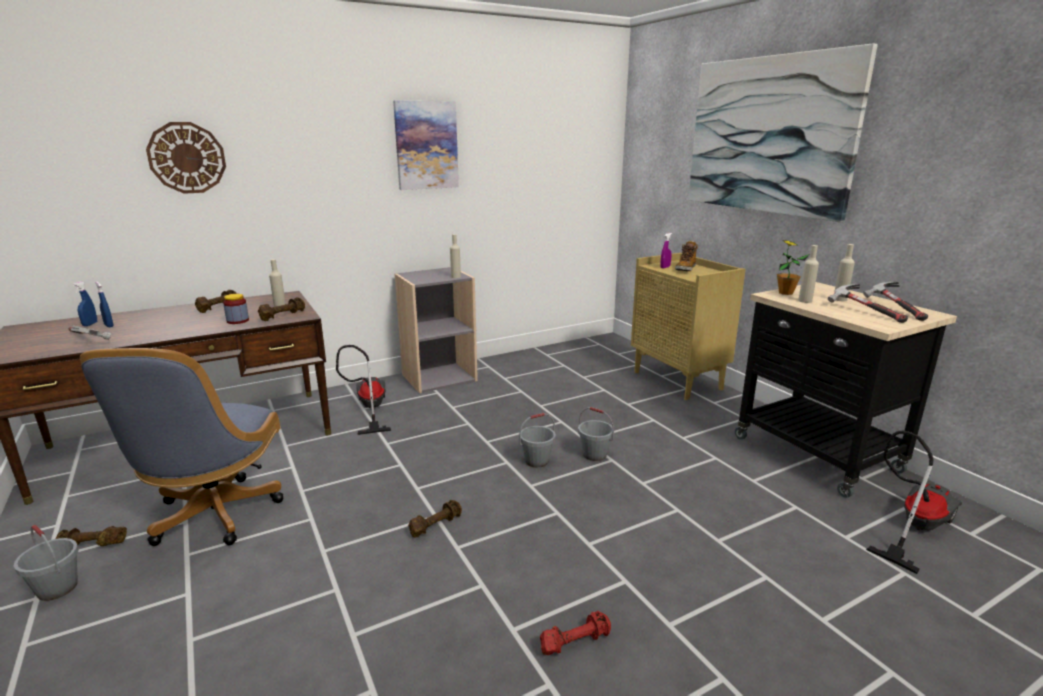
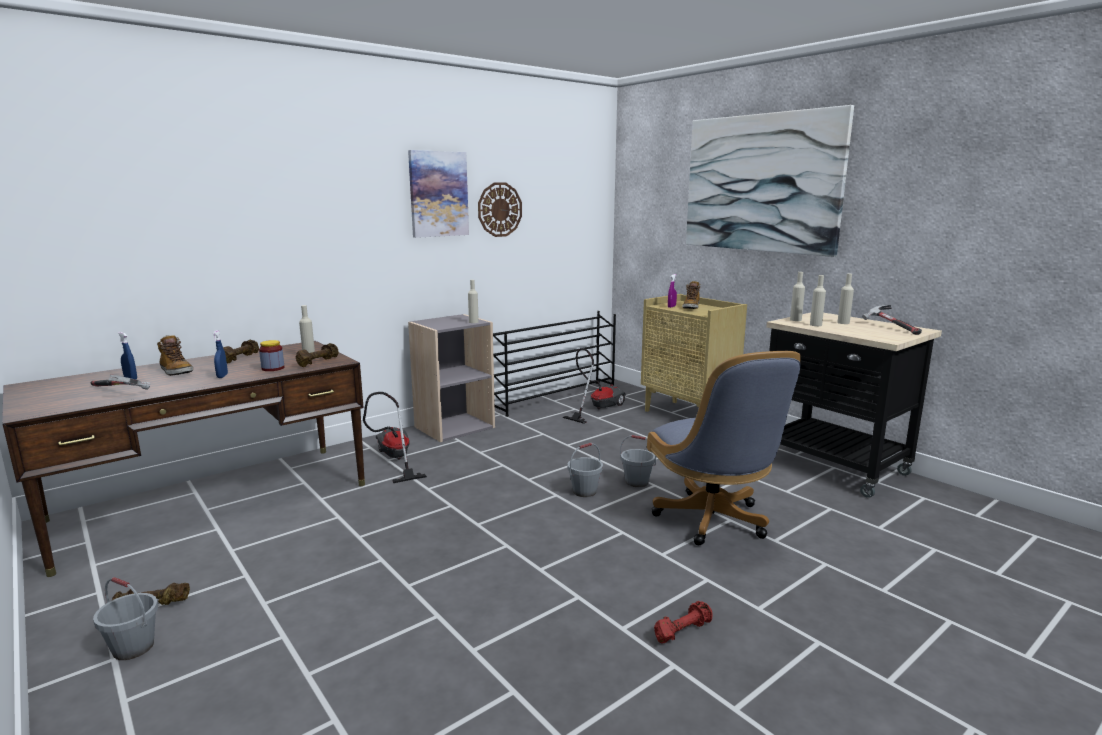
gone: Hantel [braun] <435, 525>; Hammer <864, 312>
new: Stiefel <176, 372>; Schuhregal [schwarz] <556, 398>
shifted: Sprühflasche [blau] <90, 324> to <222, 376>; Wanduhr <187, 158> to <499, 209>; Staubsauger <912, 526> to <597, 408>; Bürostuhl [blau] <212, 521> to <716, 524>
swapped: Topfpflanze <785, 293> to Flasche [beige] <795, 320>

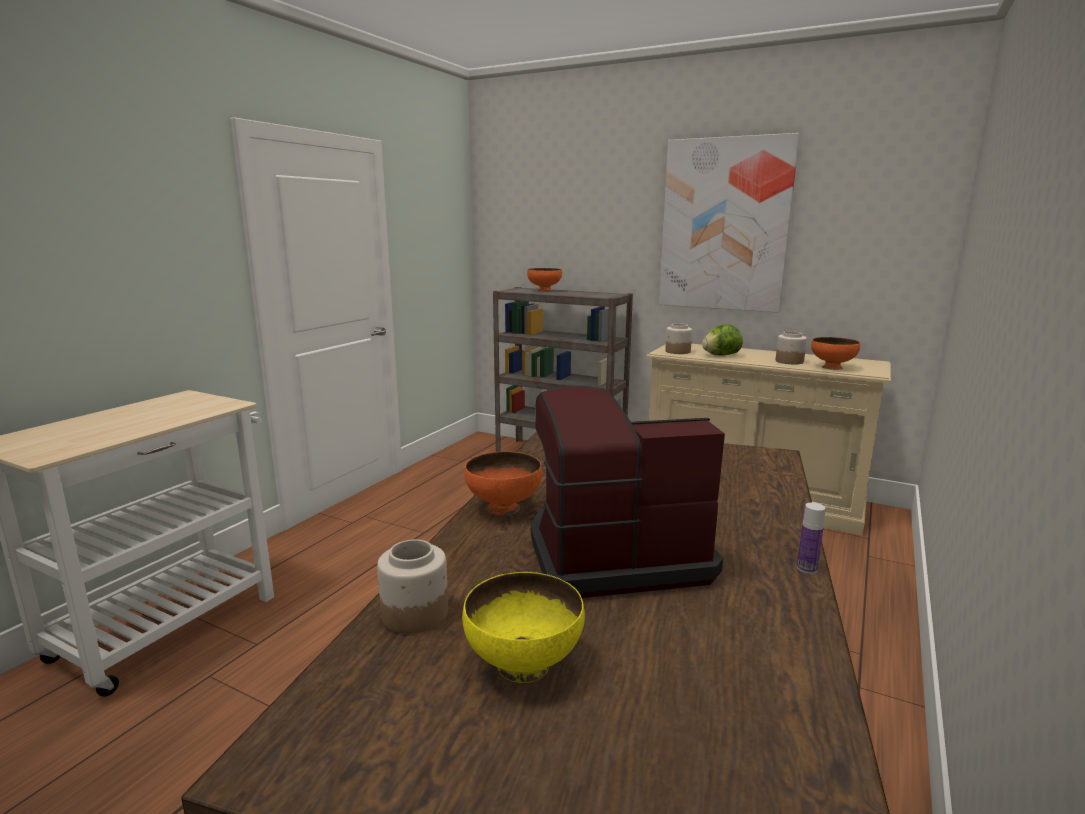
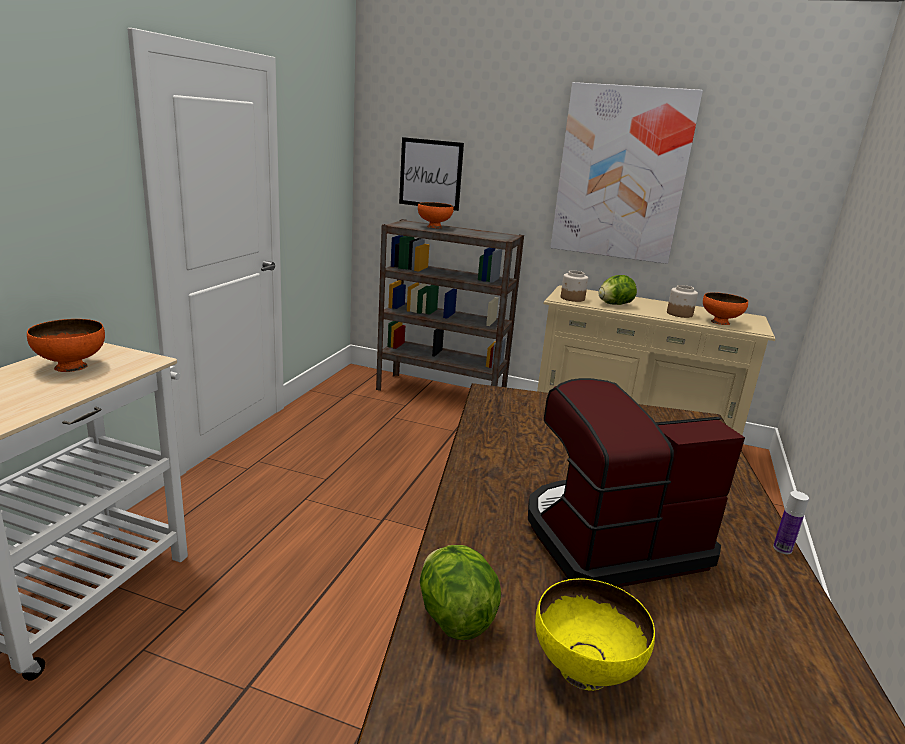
new: Bild <430, 174>
shifted: Schüssel [orange] <504, 508> to <72, 367>
swapped: Vorratsglas <414, 614> to Salatkopf <454, 617>

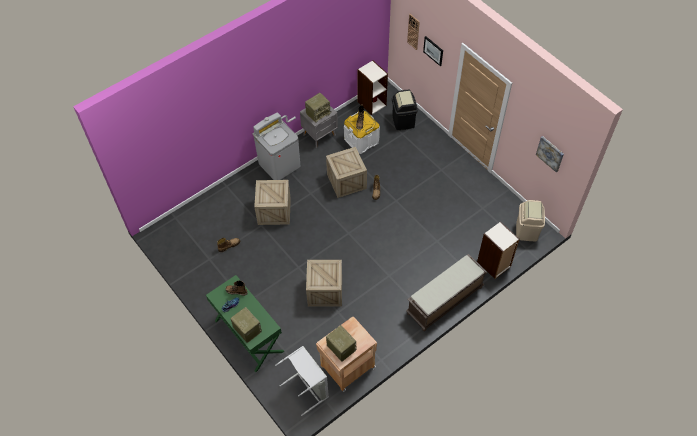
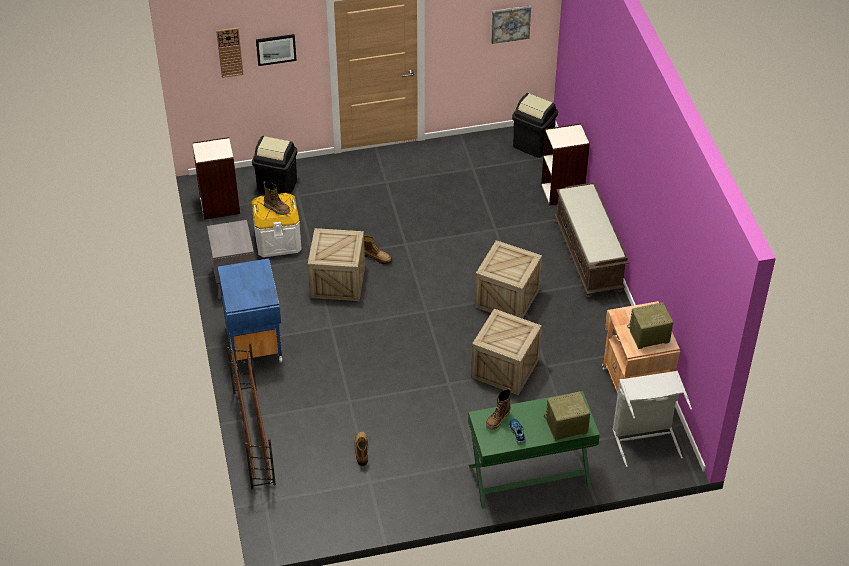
gone: Radio <318, 113>
new: Schuhregal [braun] <254, 437>
shifted: Kiste <274, 211> to <507, 298>
swapped: Waschmaschine [grau] <280, 164> to Rollwagen [blau] <254, 343>
repainted: Mülleimer [beige] <527, 231> to Mülleimer [schwarz] <533, 144>

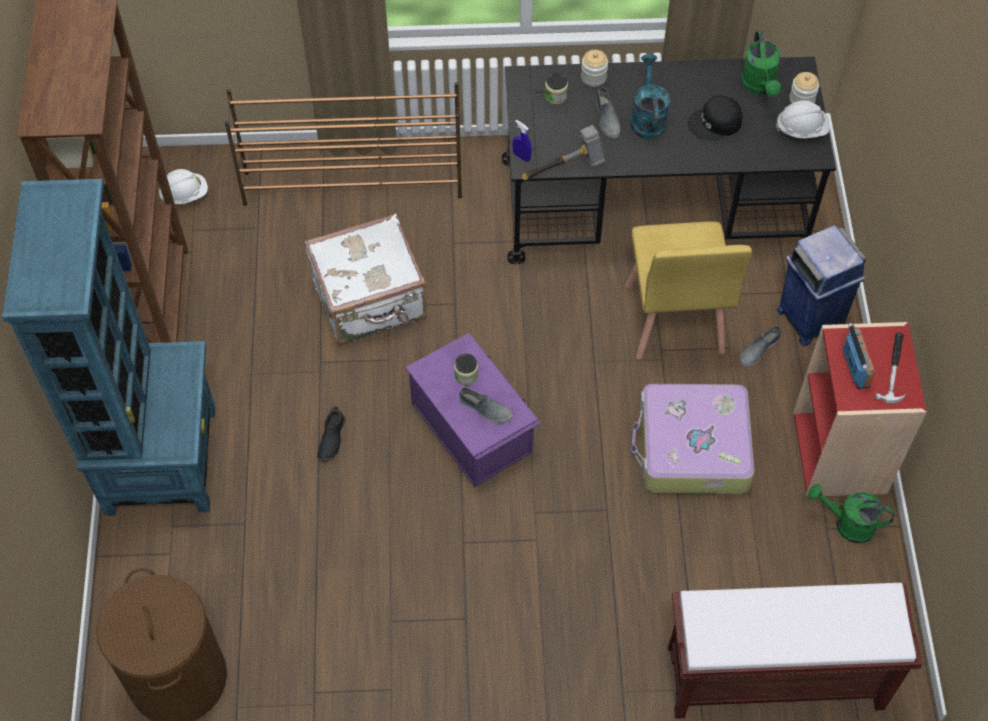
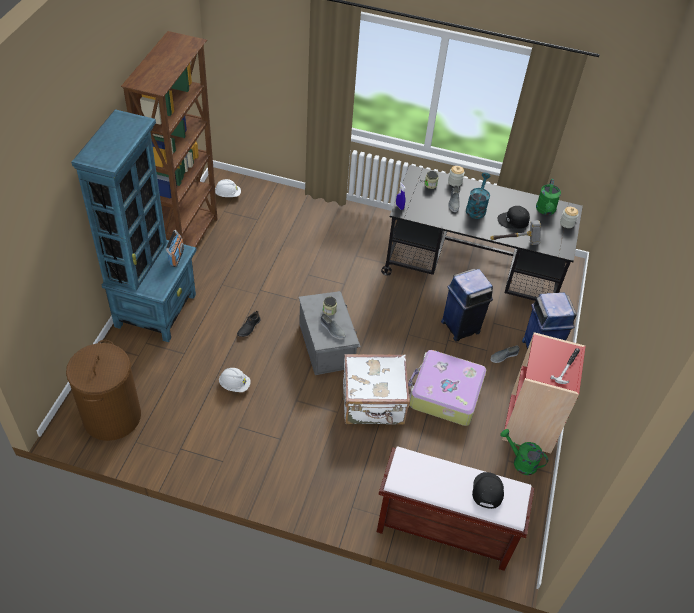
gone: Schuhregal [braun] <353, 185>
new: Kappe [schwarz] <487, 490>
shifted: Radio <855, 367> to <176, 257>; Schutzhelm [weiß] <801, 129> to <234, 385>; Koffer [weiß] <370, 301> to <373, 404>; Hammer <564, 170> to <515, 242>
swapped: Stuhl [gelb] <673, 319> to Mülleimer [blau] <461, 327>
repainted: Aufbewahrungsbox [lila] <472, 426> to Aufbewahrungsbox [grau] <327, 345>

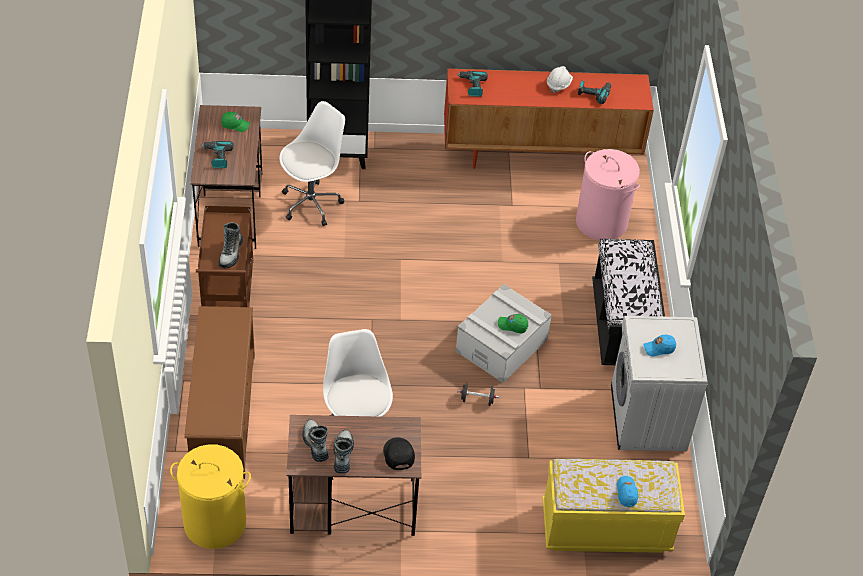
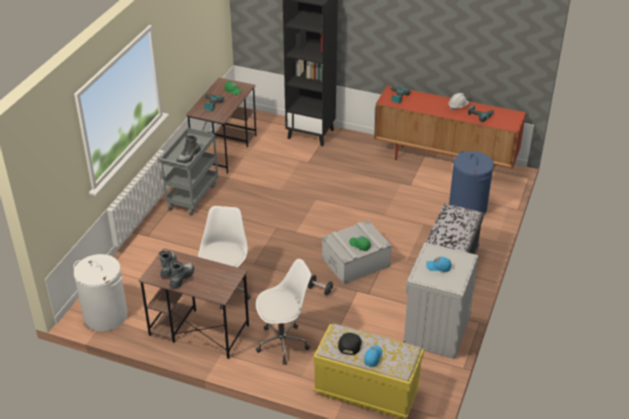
gone: Schuhregal [braun] <223, 414>
shifted: Bürostuhl [weiß] <312, 203> to <283, 343>; Kappe [schwarz] <398, 454> to <349, 344>
repainted: Wäschekorb [gelb] <215, 522> to Wäschekorb [weiß] <106, 316>; Rollwagen [braun] <228, 302> to Rollwagen [grau] <192, 198>; Wäschekorb [rosa] <601, 222> to Wäschekorb [blau] <468, 207>

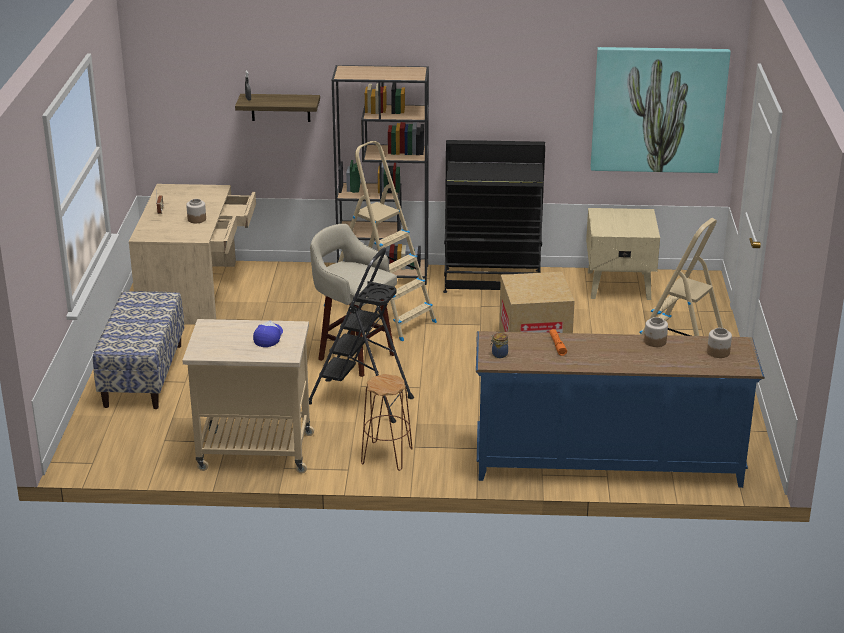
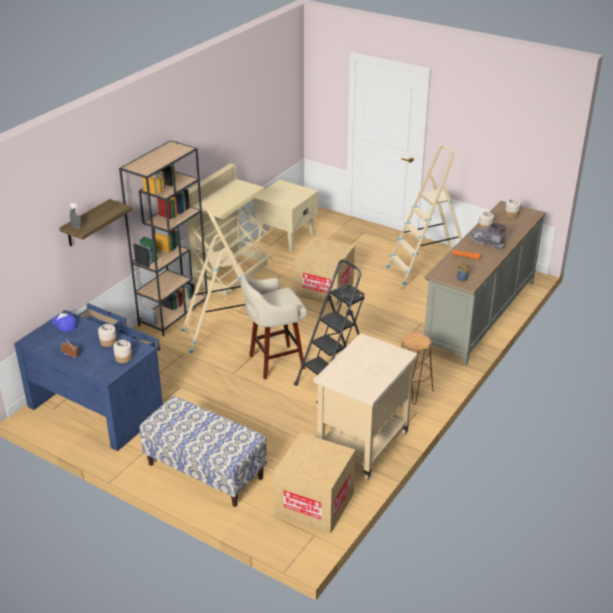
gone: Bild <658, 109>
new: Vorratsglas <123, 358>; Karton <315, 503>; Stiefel [grau] <487, 242>
shifted: Kappe <268, 337> to <64, 324>
repainted: Schreibtisch [beige] <196, 291> to Schreibtisch [blau] <99, 405>; Schuhregal [schwarz] <492, 282> to Schuhregal [beige] <233, 277>; Schrank [blau] <607, 462> to Schrank [grau] <479, 314>

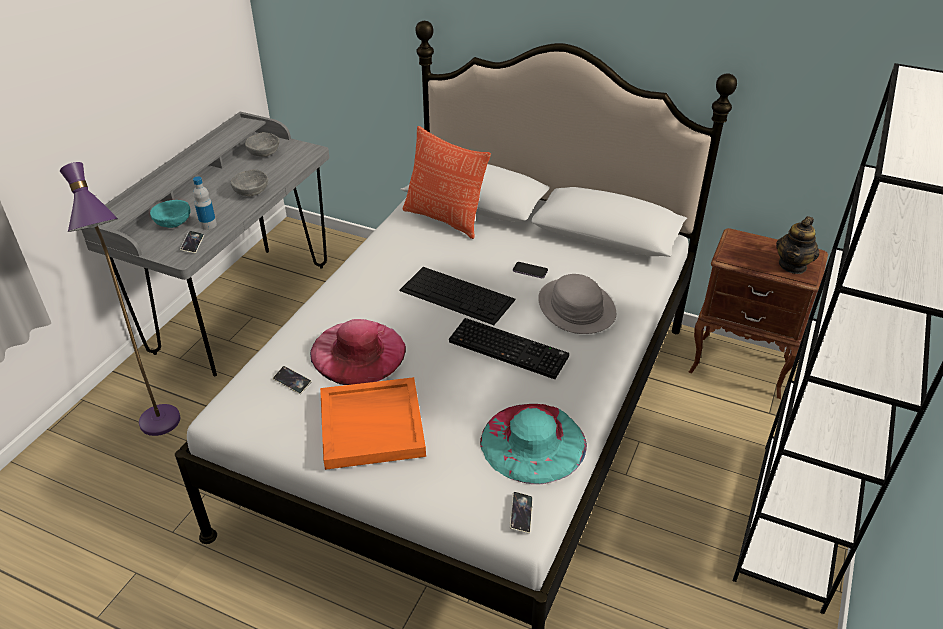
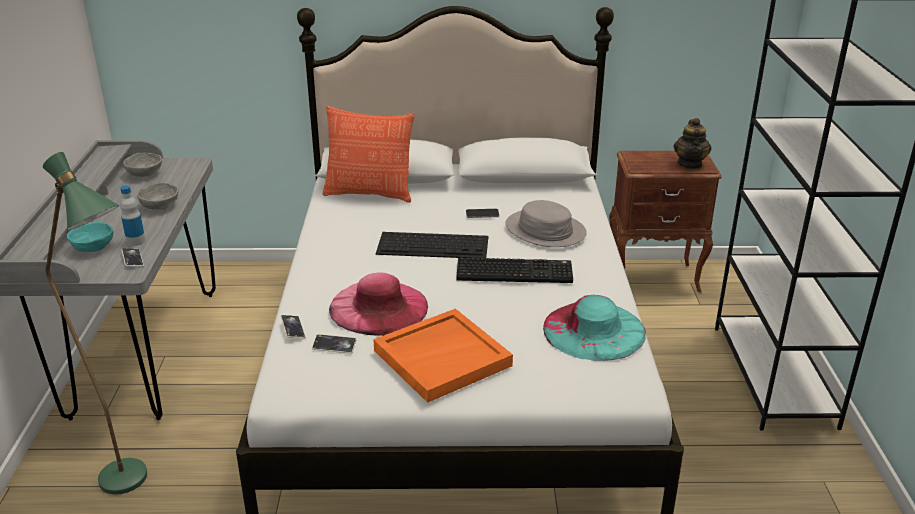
shifted: Handy <521, 514> to <293, 329>
repainted: Stehlampe [lila] <164, 431> to Stehlampe [grün] <135, 484>

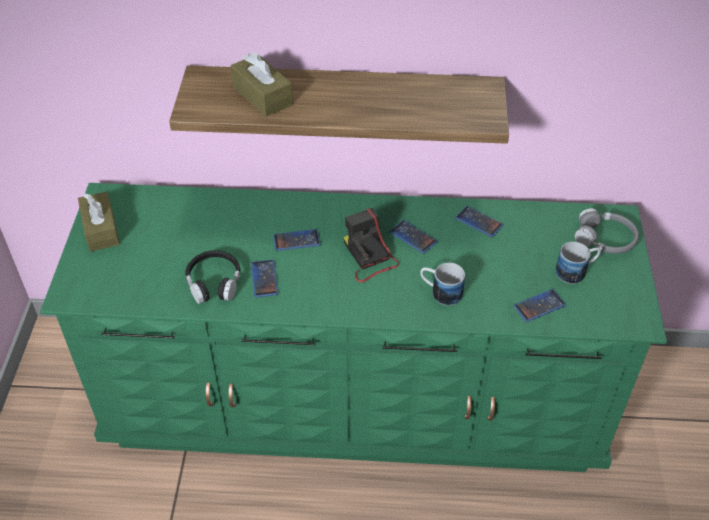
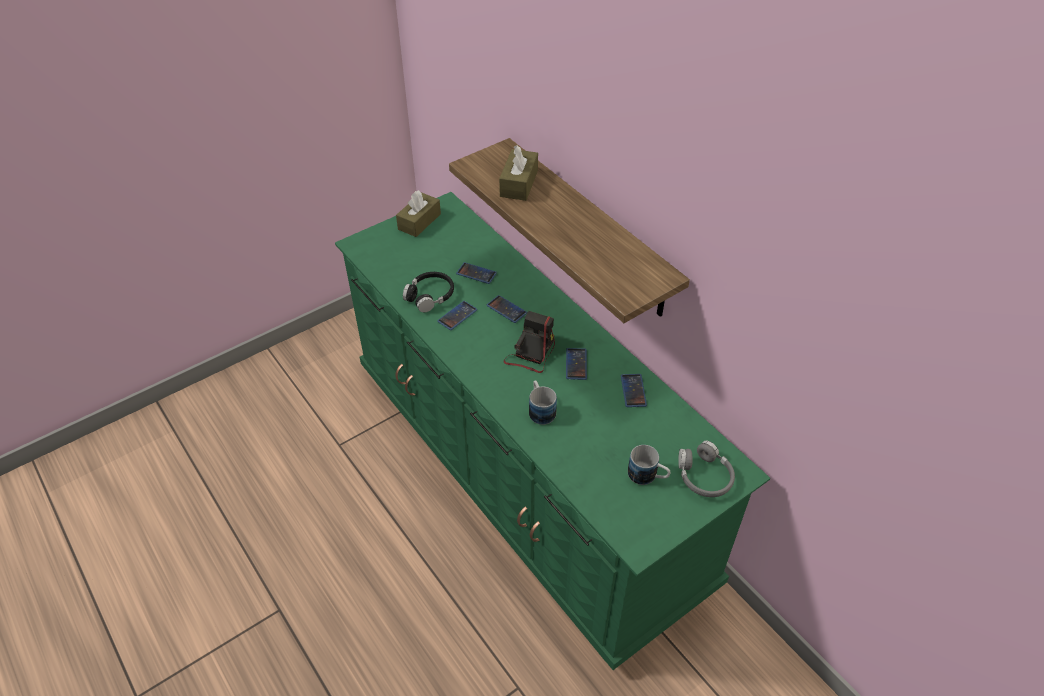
shifted: Handy <539, 306> to <476, 273>

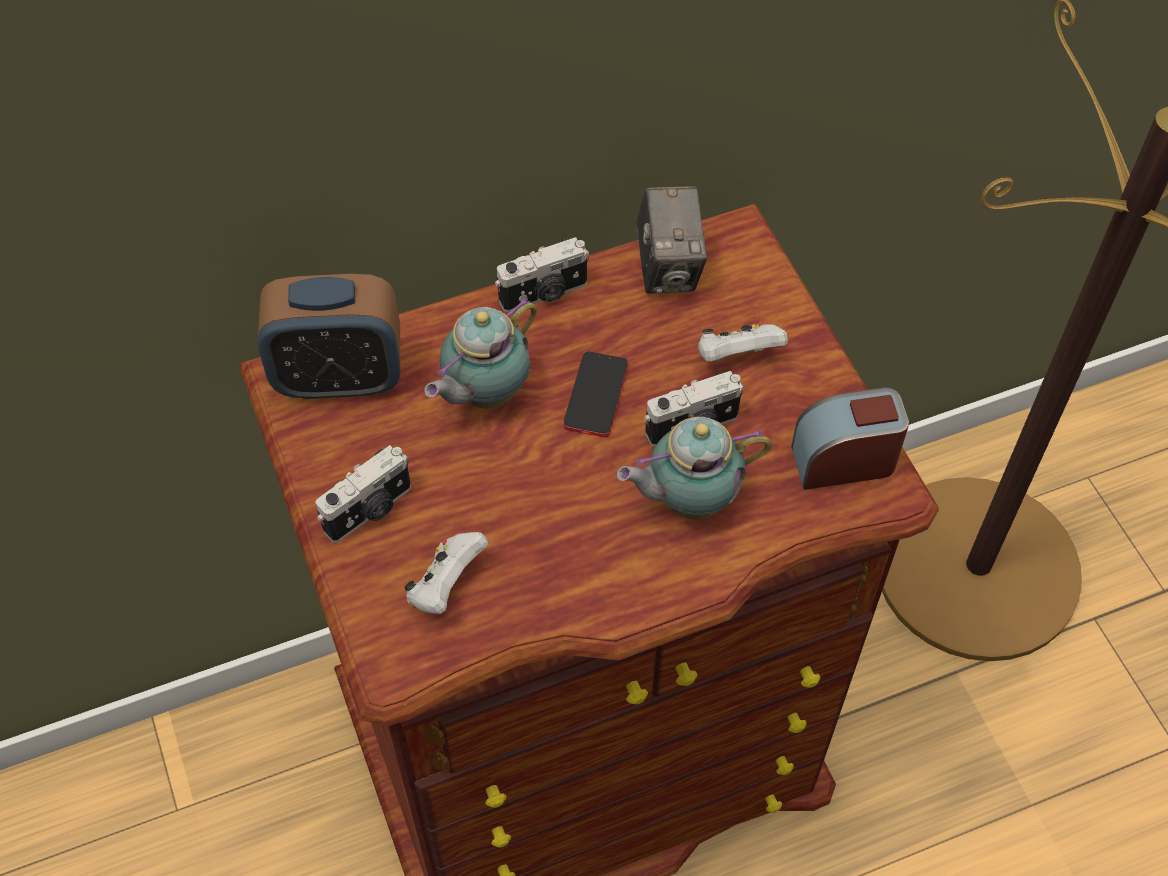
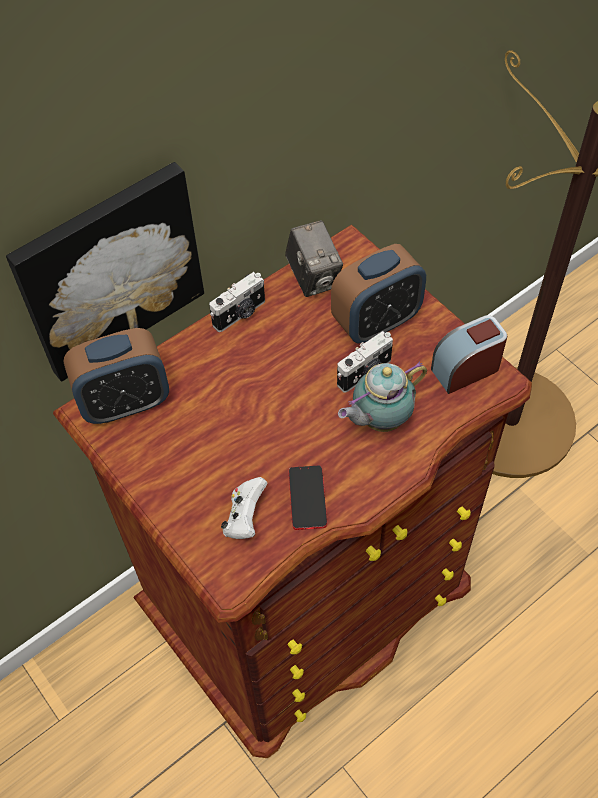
gone: Kamera <370, 511>; Teekanne <484, 393>
new: Bild <109, 270>
shifted: Handy <596, 395> to <307, 498>
swapped: Gamepad [weiß] <737, 356> to Wecker <376, 322>

